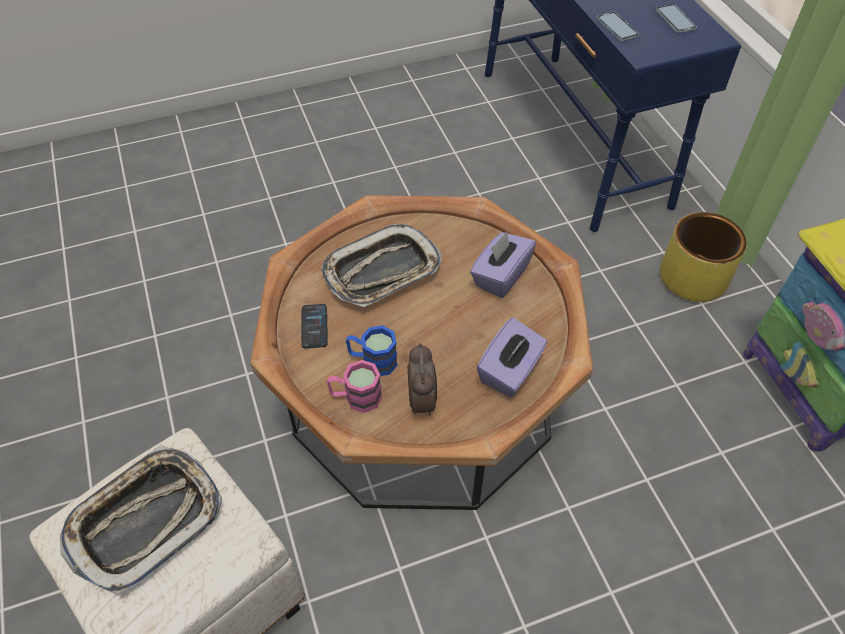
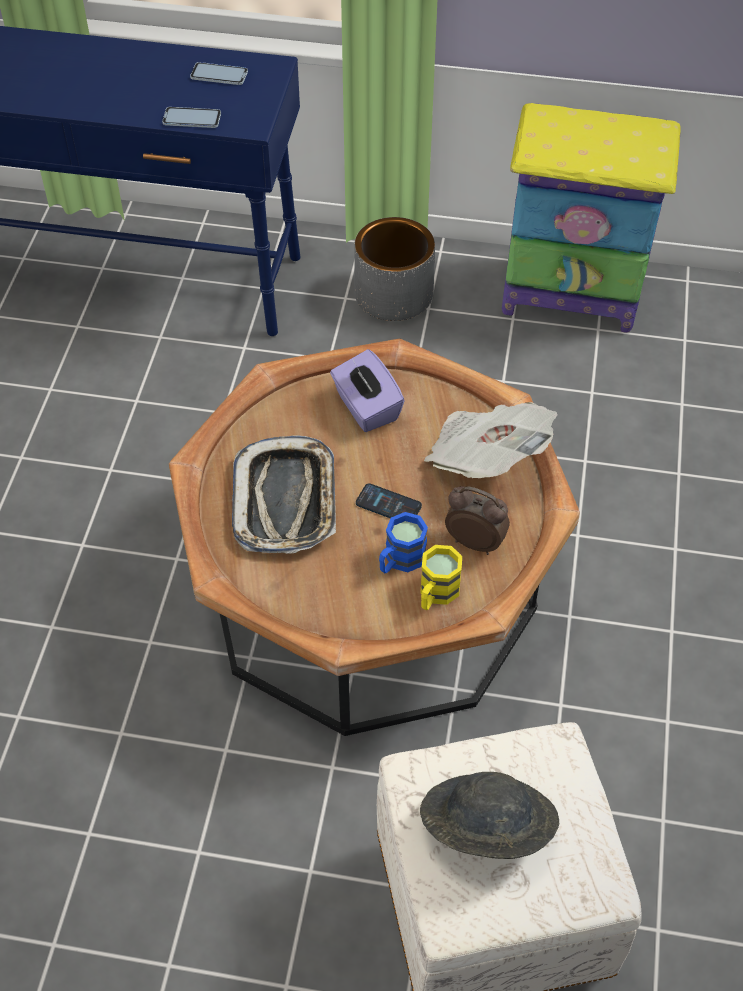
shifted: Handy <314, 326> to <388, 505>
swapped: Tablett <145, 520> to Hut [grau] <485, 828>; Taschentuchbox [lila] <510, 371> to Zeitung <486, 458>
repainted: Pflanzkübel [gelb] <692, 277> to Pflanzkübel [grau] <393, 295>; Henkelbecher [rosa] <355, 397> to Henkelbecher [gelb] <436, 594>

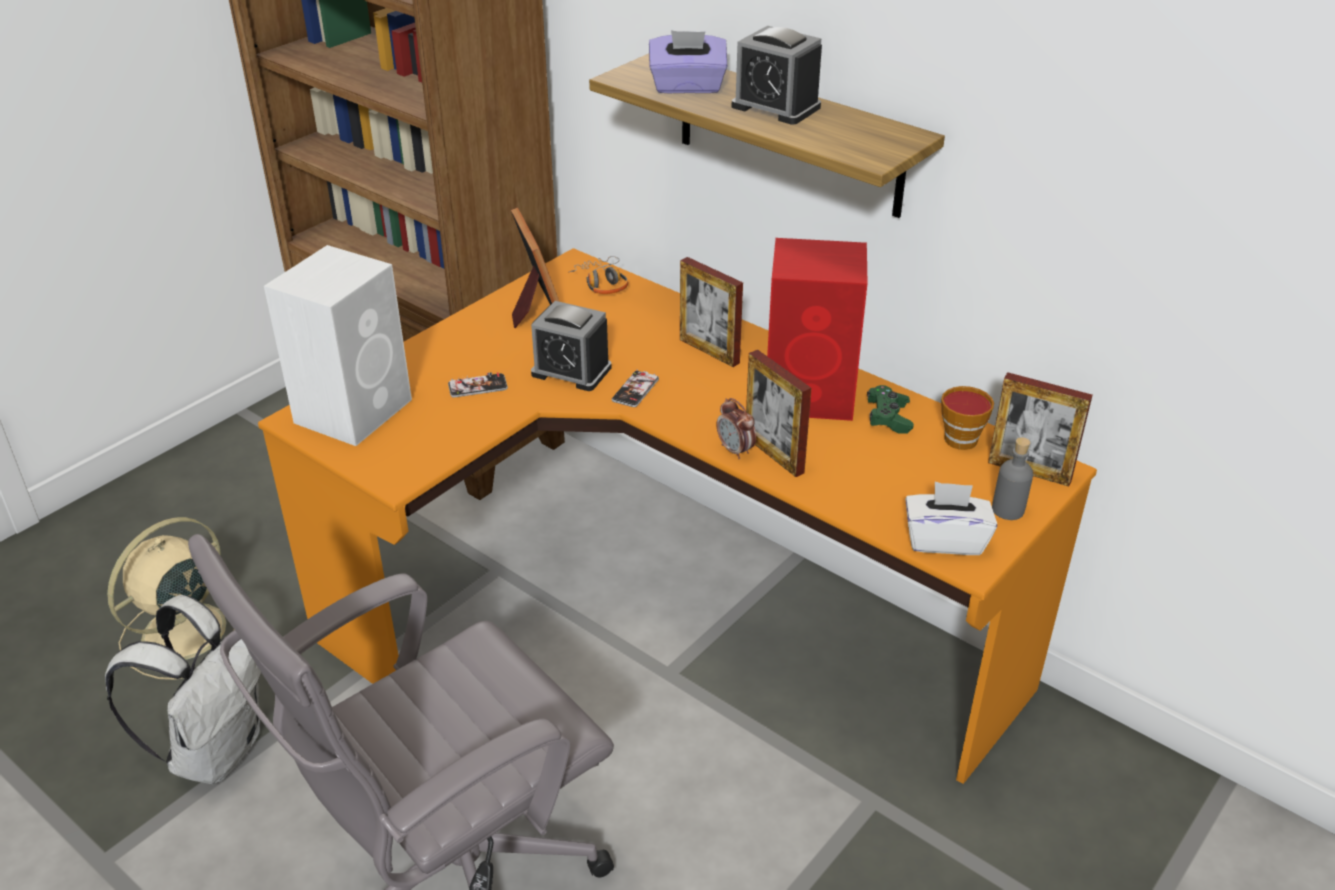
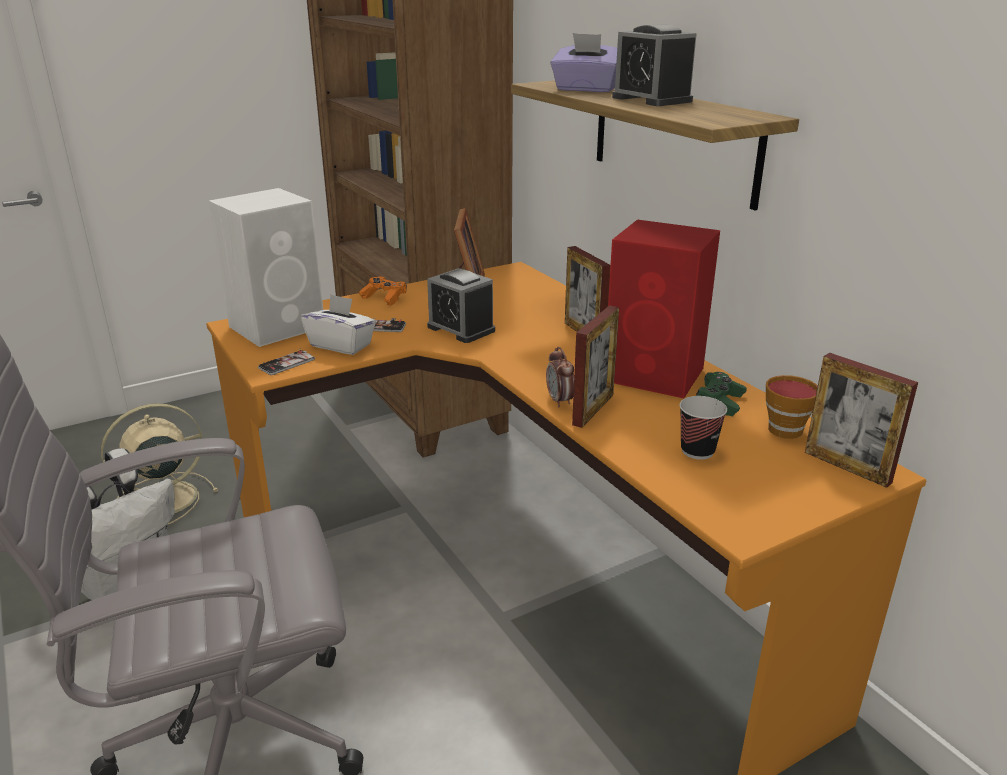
gone: Kopfhörer <602, 283>; Flasche [grau] <1008, 510>
new: Gamepad [orange] <384, 298>; Tasse <697, 451>
shifted: Handy <635, 390> to <286, 364>; Taschentuchbox [weiß] <945, 540> to <341, 345>
rotated: Bilderrahmen <774, 454> = <593, 409> 135 degrees counterclockwise

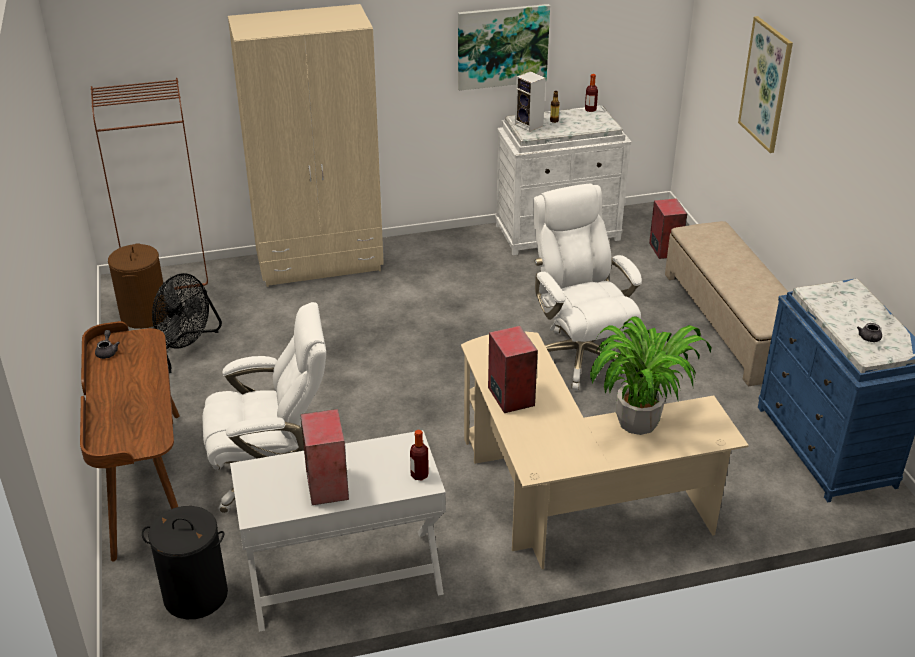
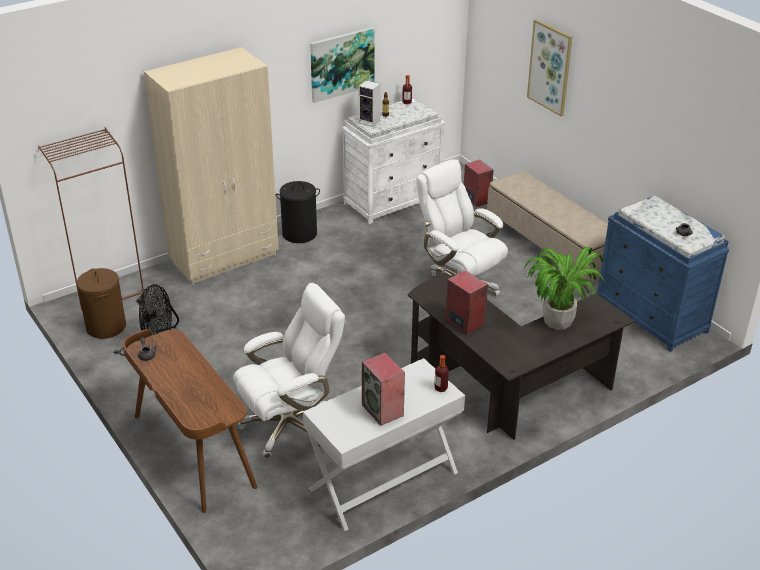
shifted: Wäschekorb [schwarz] <195, 595> to <299, 234>
repainted: Schreibtisch [beige] <568, 501> to Schreibtisch [schwarz] <506, 391>

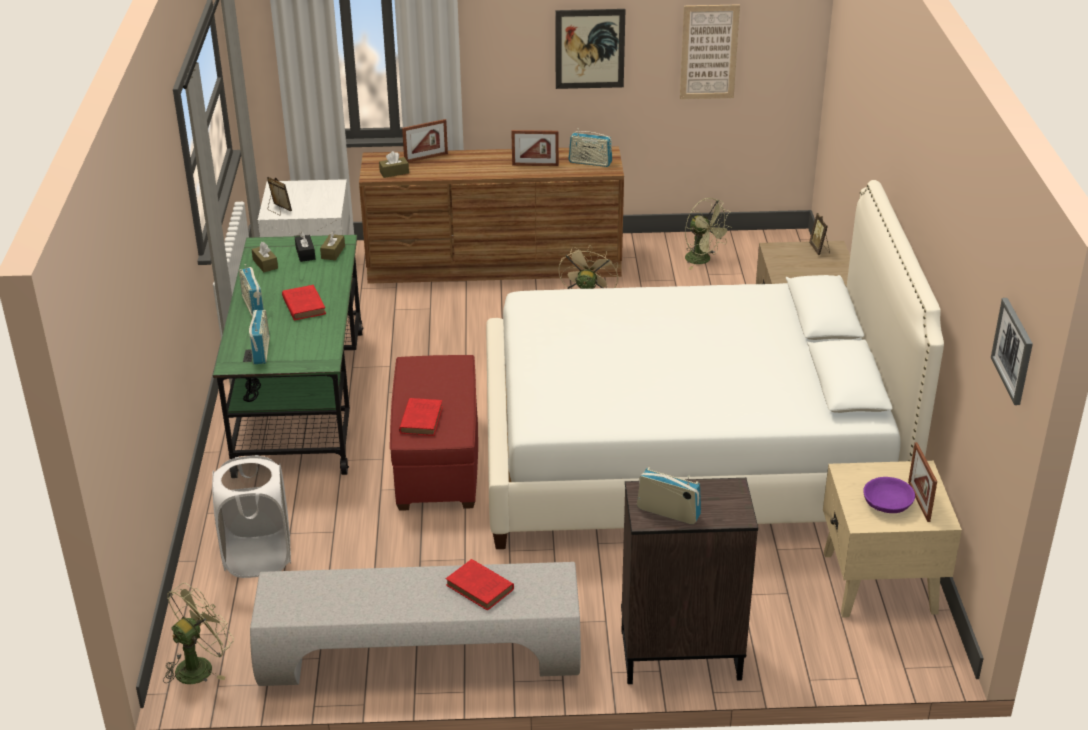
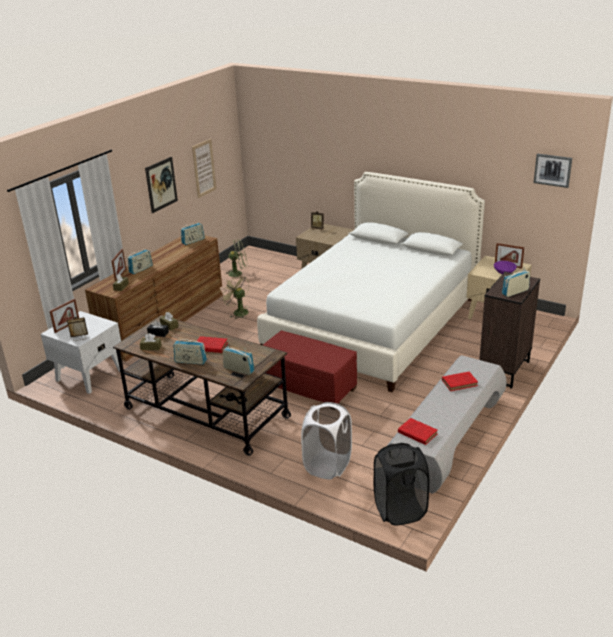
new: Radio <141, 269>
shifted: Bilderrahmen <535, 165> to <67, 326>; Buch [rot] <421, 419> to <416, 433>
swapped: Ventilator [grün] <200, 665> to Wäschekorb [schwarz] <400, 510>
repainted: Schreibtisch [grün] <301, 401> to Schreibtisch [braun] <206, 413>

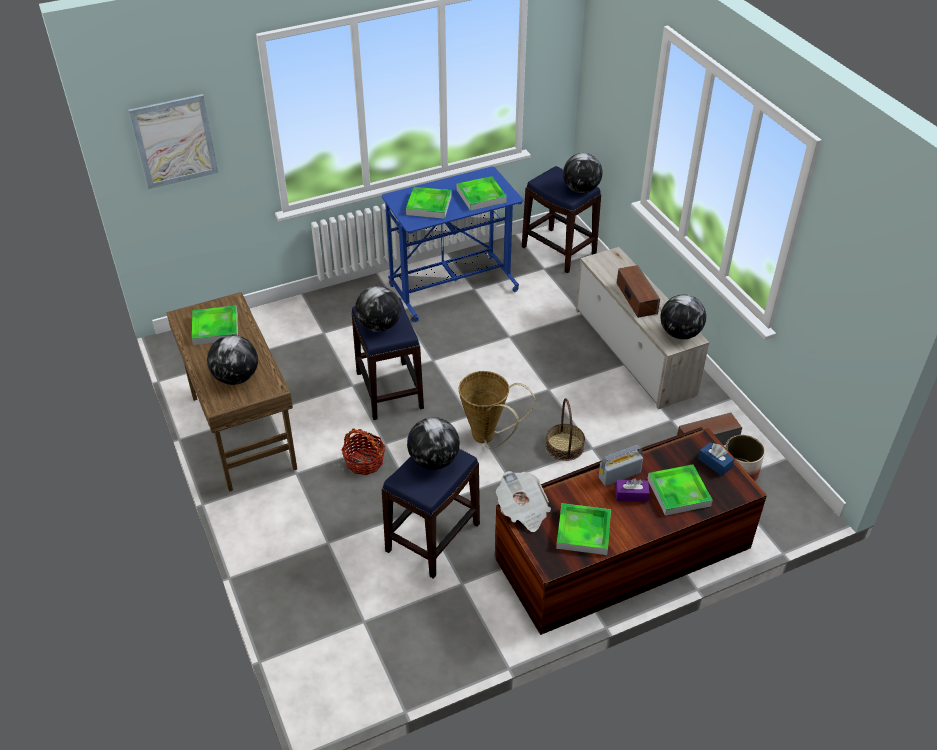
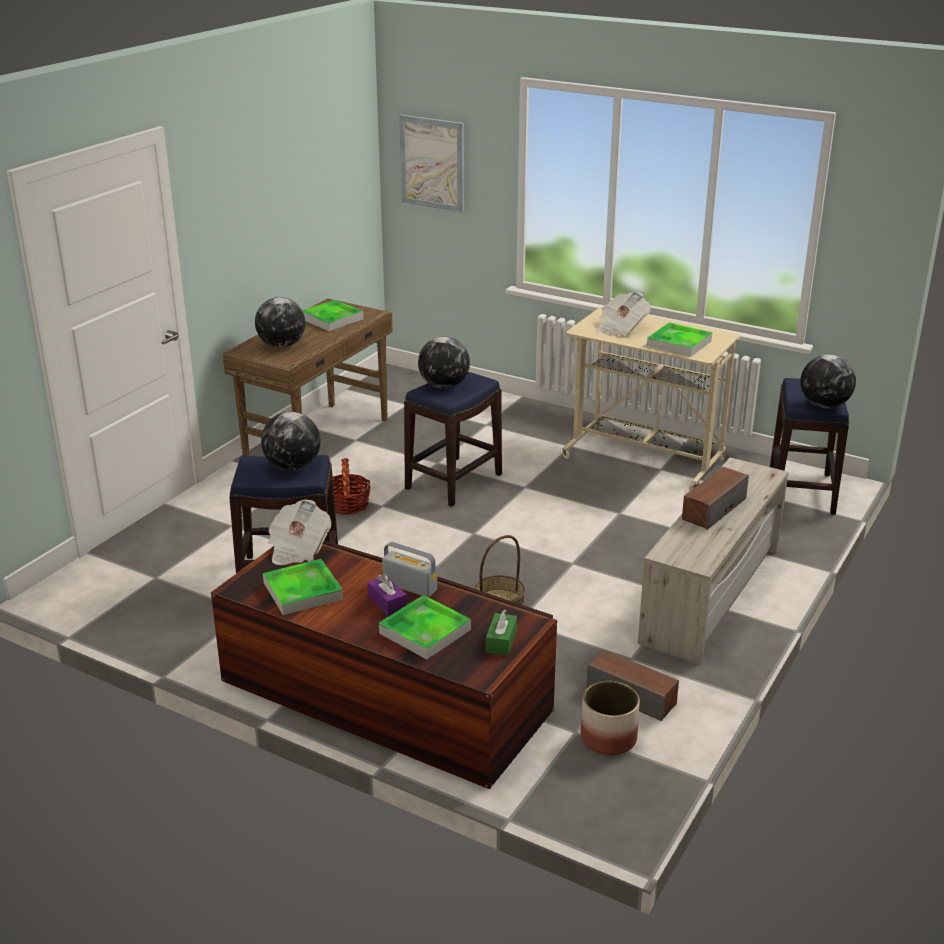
gone: Korb <488, 438>; Globus <679, 333>
swapped: Tablett <429, 205> to Zeitung <621, 328>
repainted: Taschentuchbox [blau] <714, 463> to Taschentuchbox [grün] <501, 641>; Schreibtisch [blau] <453, 288> to Schreibtisch [beige] <644, 458>

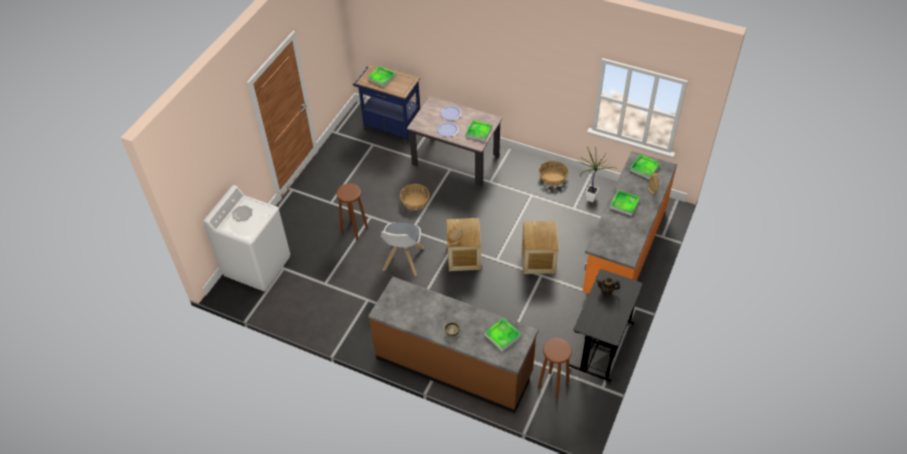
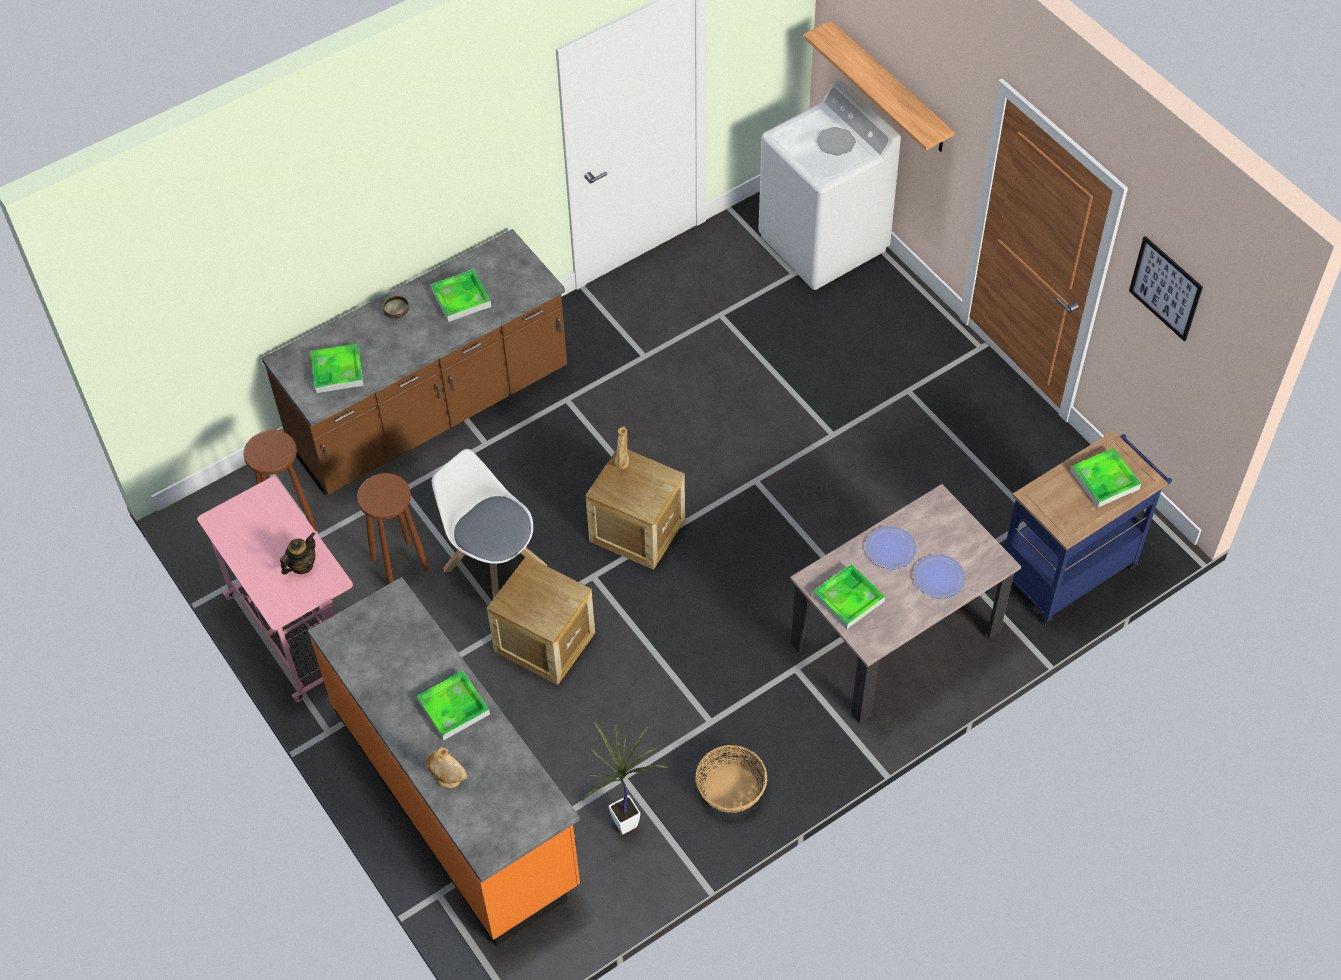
gone: Korb <415, 201>
new: Wandregal <890, 88>; Bild <1165, 288>
shifted: Hocker [braun] <354, 230> to <400, 564>; Tablett <644, 168> to <461, 298>; Stuhl <403, 260> to <493, 566>
repainted: Schreibtisch [schwarz] <600, 347> to Schreibtisch [rosa] <298, 629>

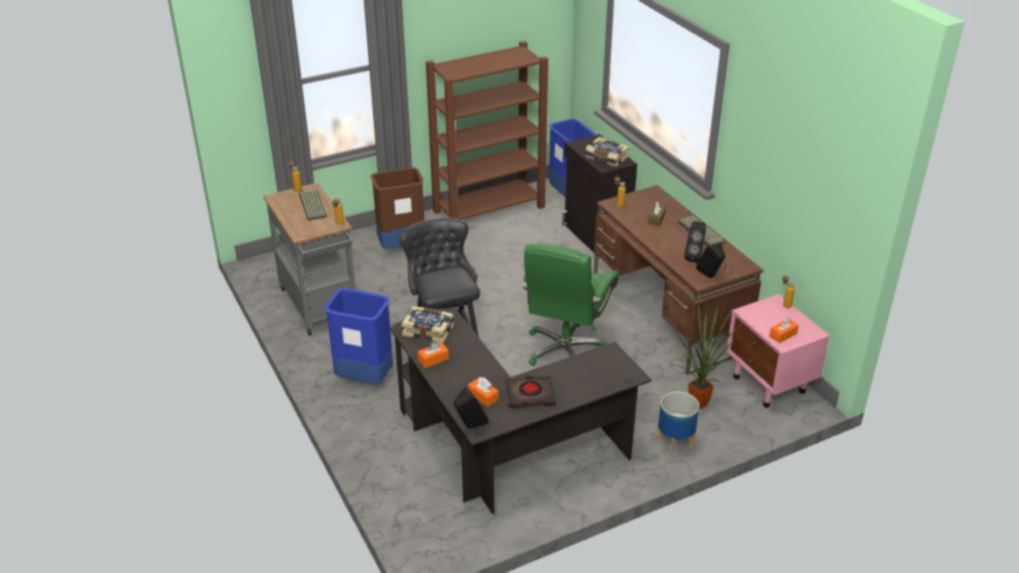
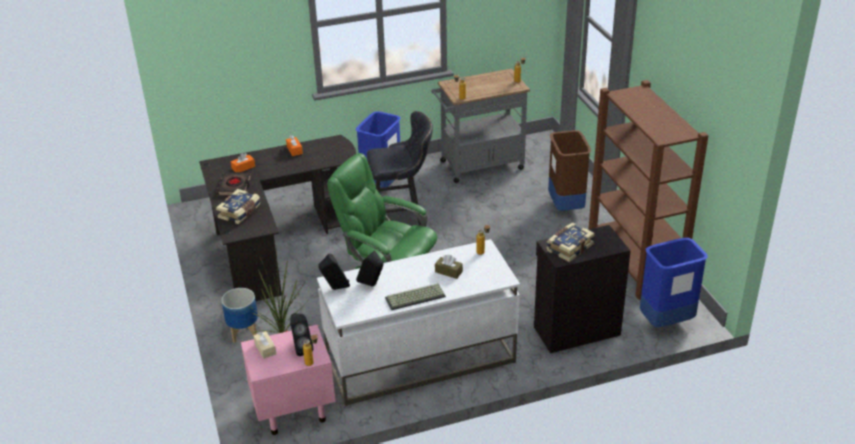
gone: Tastatur <311, 205>
shifted: Buch <428, 330> to <240, 212>; Lautsprecher [schwarz] <470, 427> to <301, 348>
repainted: Taschentuchbox [orange] <783, 335> to Taschentuchbox [beige] <265, 349>; Schreibtisch [braun] <667, 316> to Schreibtisch [weiß] <419, 359>

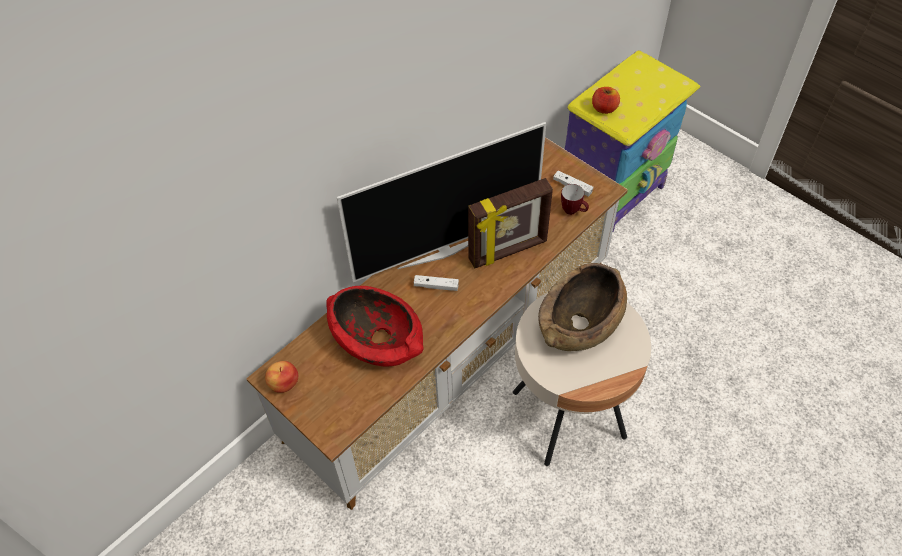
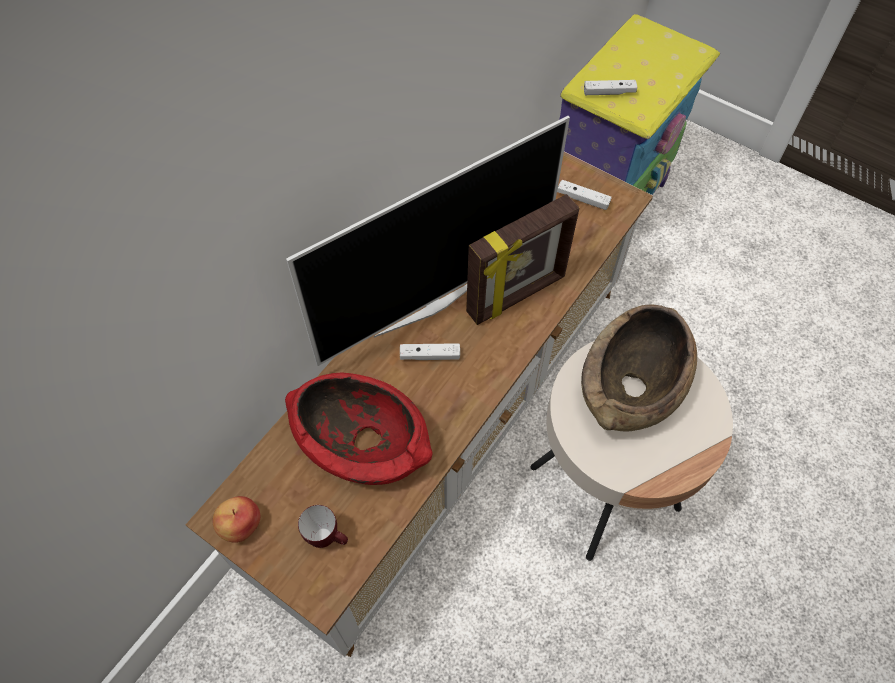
shifted: Henkelbecher <573, 211> to <328, 538>
swapped: Apfel <604, 108> to Gamepad [weiß] <609, 92>

